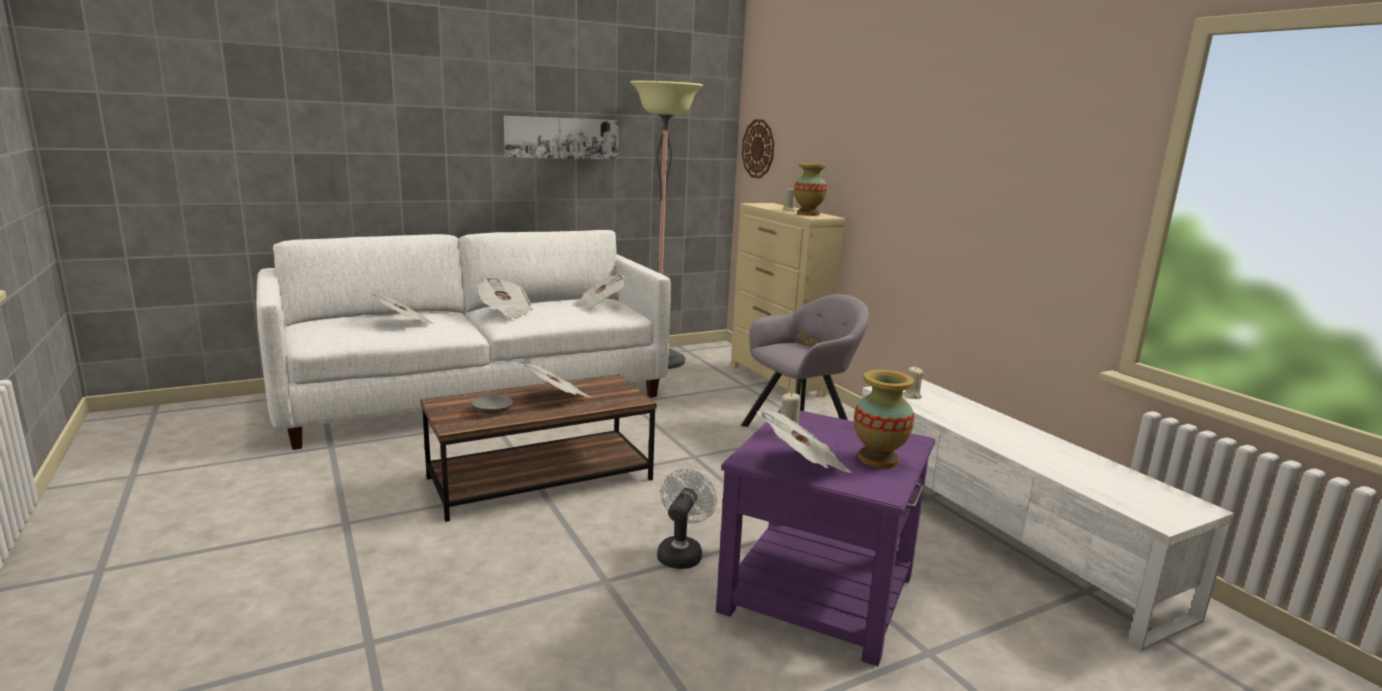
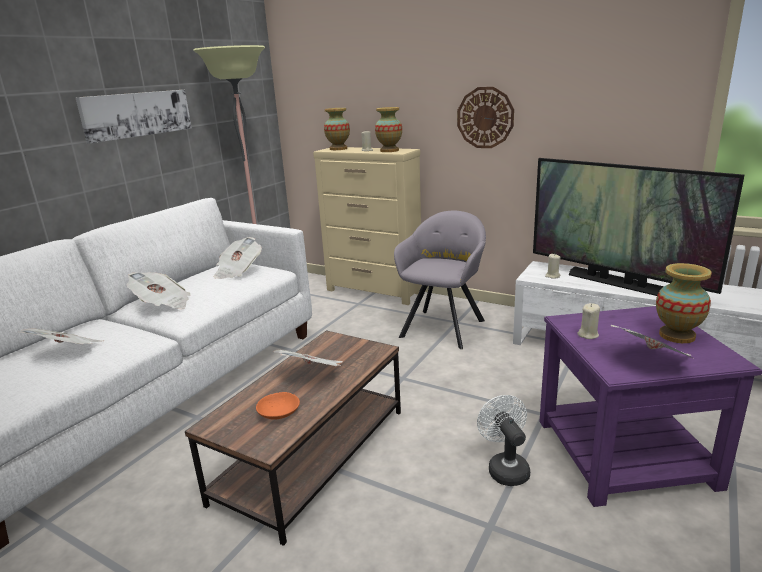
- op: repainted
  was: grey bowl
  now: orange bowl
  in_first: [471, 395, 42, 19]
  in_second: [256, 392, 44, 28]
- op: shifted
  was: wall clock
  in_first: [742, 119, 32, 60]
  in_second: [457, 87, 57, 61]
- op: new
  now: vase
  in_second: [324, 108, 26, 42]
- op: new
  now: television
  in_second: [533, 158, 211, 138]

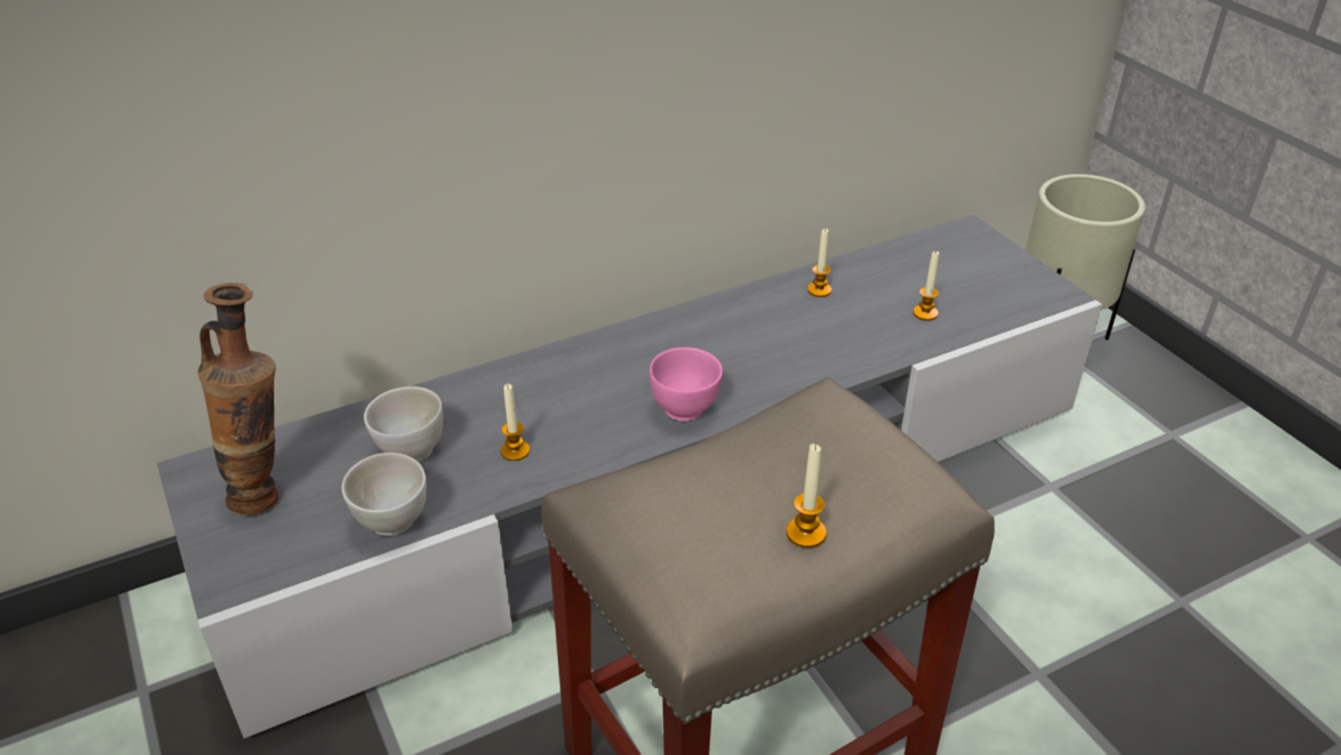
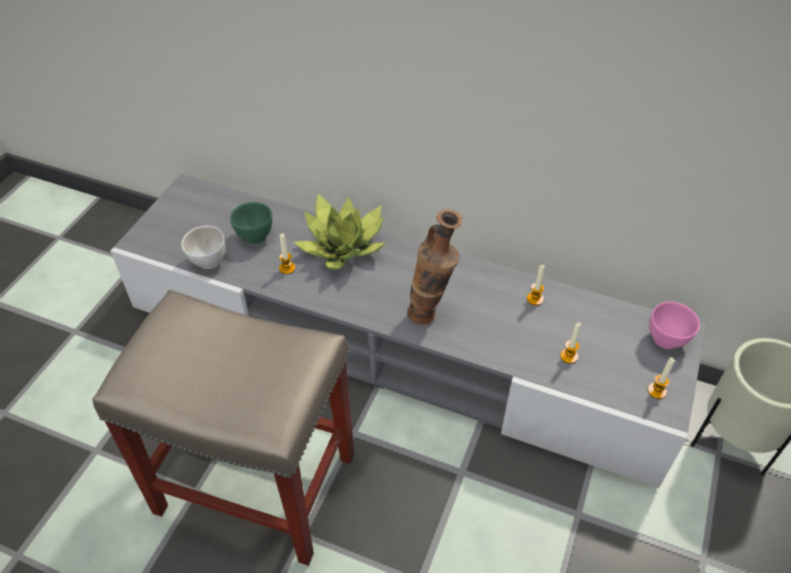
- op: shifted
  was: vase
  in_first: [198, 283, 80, 231]
  in_second: [407, 210, 56, 115]
- op: repainted
  was: white bowl
  now: green bowl
  in_first: [364, 386, 79, 76]
  in_second: [230, 202, 42, 42]
- op: shifted
  was: pink bowl
  in_first: [650, 347, 73, 74]
  in_second: [649, 302, 51, 47]
- op: shifted
  was: candle
  in_first: [786, 444, 41, 104]
  in_second: [648, 357, 26, 42]
- op: new
  now: potted plant
  in_second: [294, 193, 92, 77]

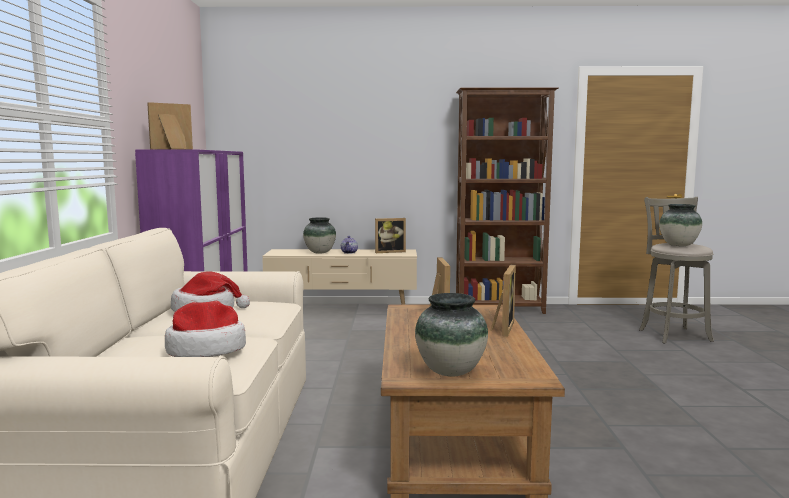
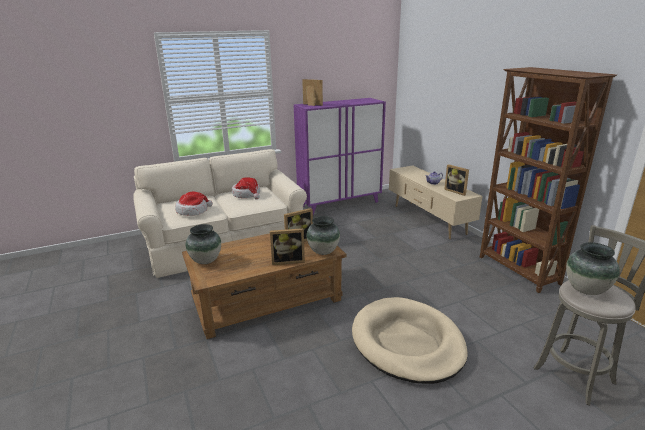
- op: shifted
  was: vase
  in_first: [303, 217, 33, 36]
  in_second: [307, 216, 33, 39]
- op: new
  now: beige dog bed
  in_second: [352, 297, 116, 87]

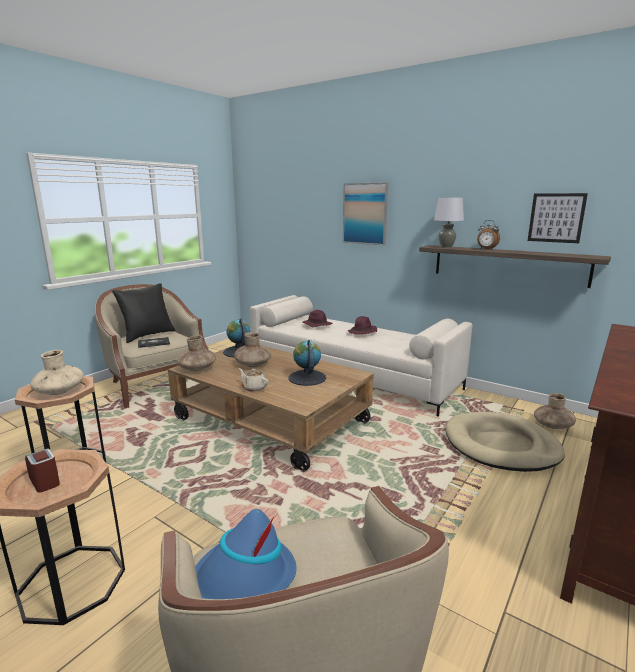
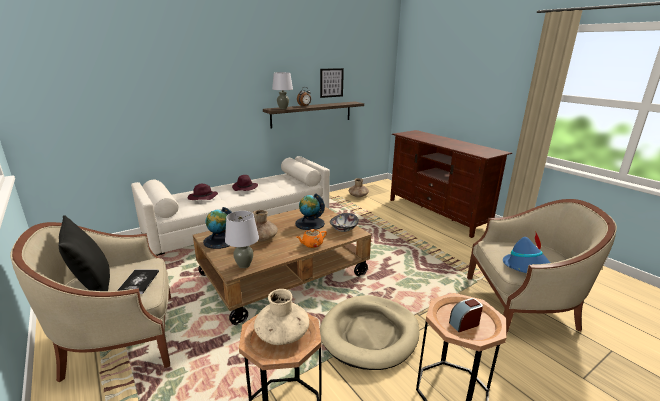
- op: swapped
  was: brown vase
  now: grey table lamp
  in_first: [177, 335, 39, 36]
  in_second: [225, 211, 34, 57]
- op: repainted
  was: beige teapot
  now: orange teapot
  in_first: [239, 368, 29, 23]
  in_second: [297, 229, 30, 19]
- op: gone
  was: picture
  in_first: [343, 183, 45, 62]
- op: shifted
  was: beige dog bed
  in_first: [446, 412, 119, 60]
  in_second: [320, 295, 99, 75]
- op: new
  now: bowl
  in_second: [330, 213, 29, 19]

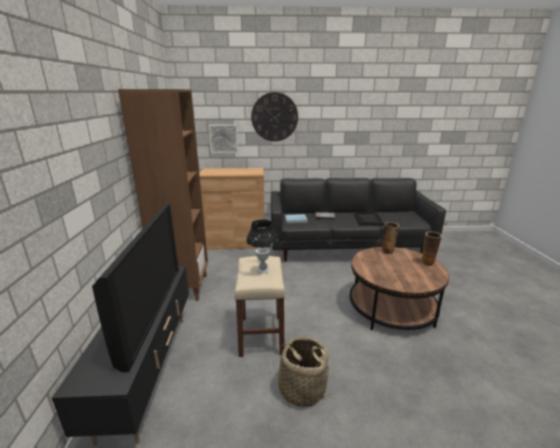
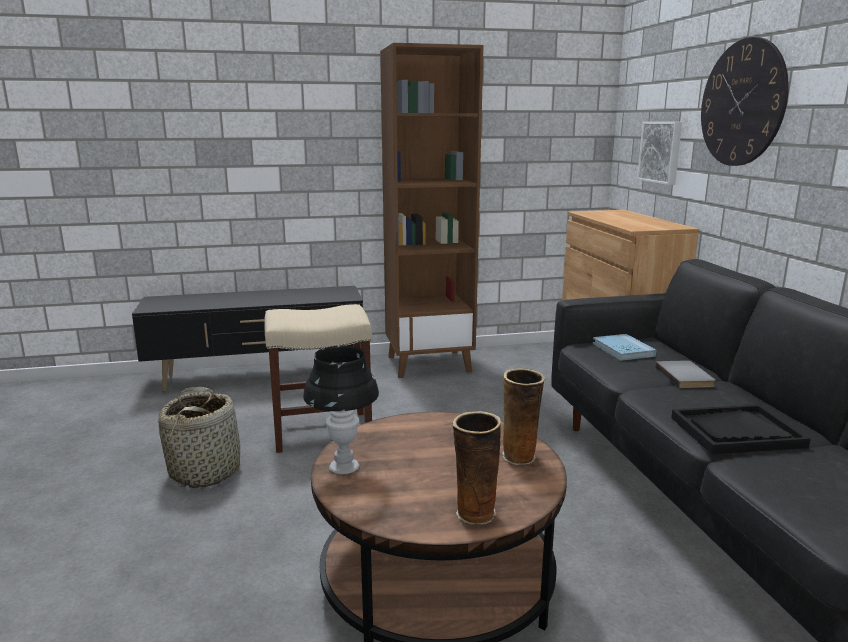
- op: gone
  was: television
  in_first: [92, 204, 87, 168]
- op: shifted
  was: black table lamp
  in_first: [247, 219, 31, 55]
  in_second: [303, 345, 76, 130]

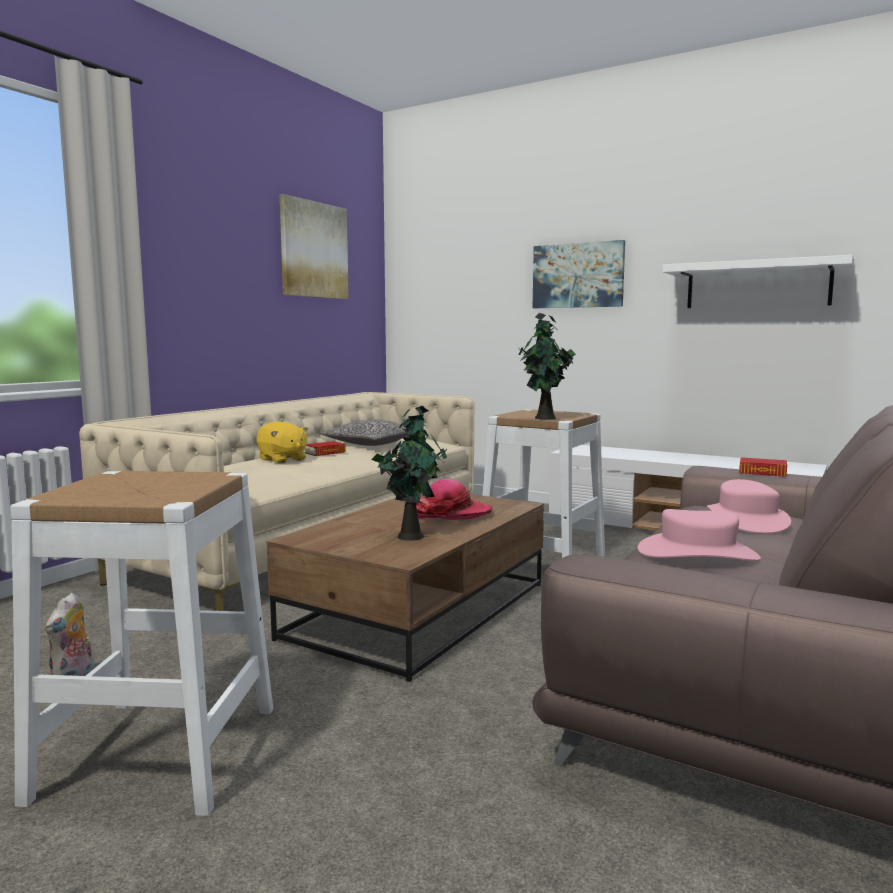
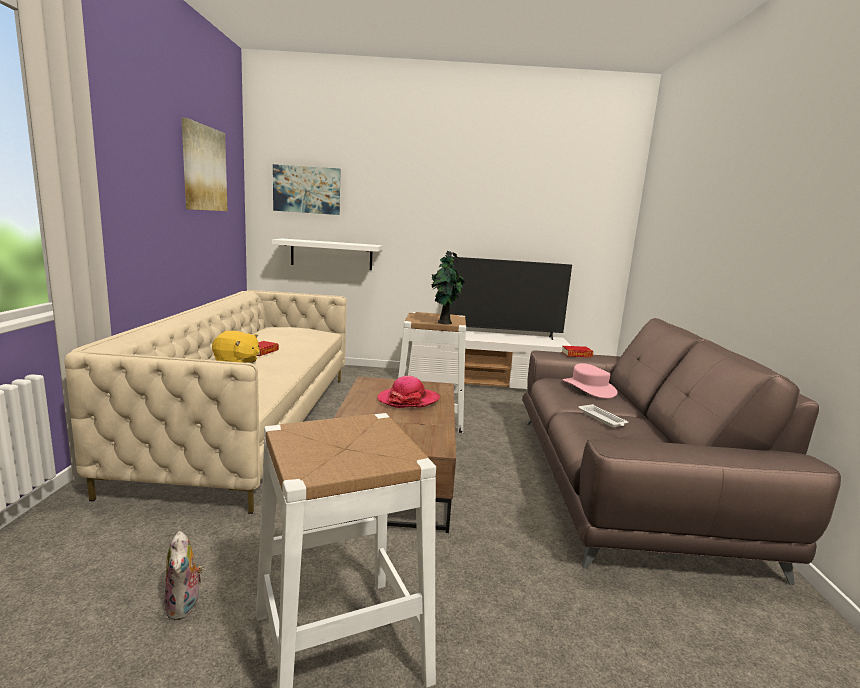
- op: gone
  was: pillow
  in_first: [320, 419, 87, 27]
- op: gone
  was: potted plant
  in_first: [371, 406, 76, 135]
- op: shifted
  was: picture
  in_first: [533, 240, 92, 68]
  in_second: [273, 164, 68, 51]
- op: swapped
  was: pink hat
  now: white tray
  in_first: [638, 509, 123, 52]
  in_second: [578, 404, 50, 23]
- op: shifted
  was: white shelf
  in_first: [663, 255, 191, 53]
  in_second: [272, 239, 110, 31]
- op: new
  now: television
  in_second: [449, 257, 123, 83]

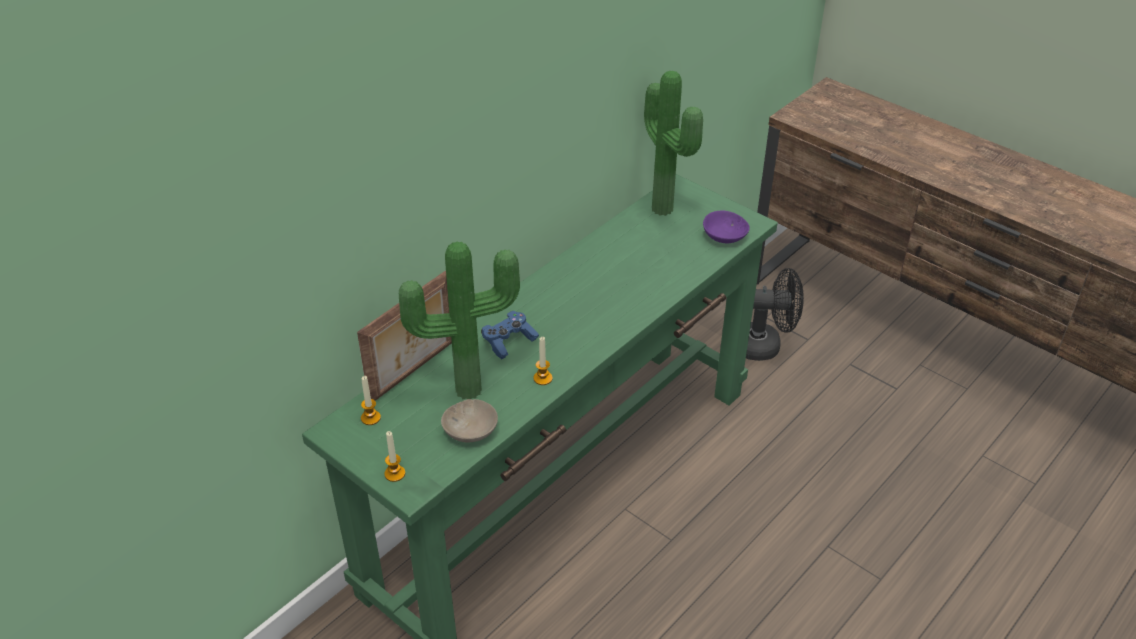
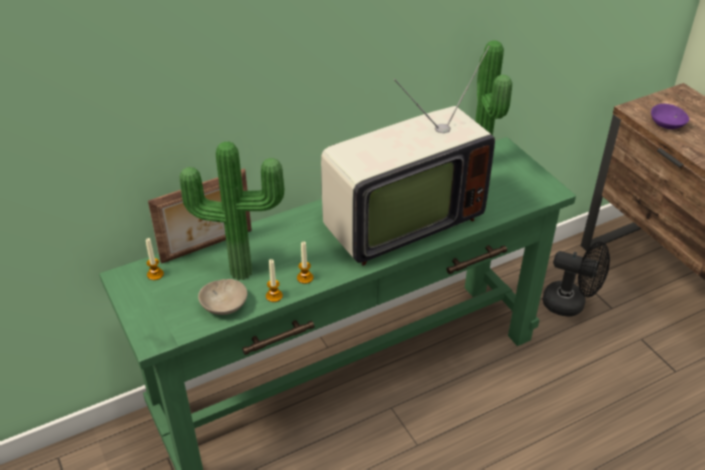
- op: shifted
  was: candle
  in_first: [384, 431, 21, 51]
  in_second: [266, 259, 17, 43]
- op: gone
  was: blue game controller
  in_first: [481, 311, 58, 48]
- op: shifted
  was: purple bowl
  in_first: [703, 211, 47, 32]
  in_second: [651, 104, 38, 25]
- op: new
  now: television
  in_second: [321, 46, 174, 220]

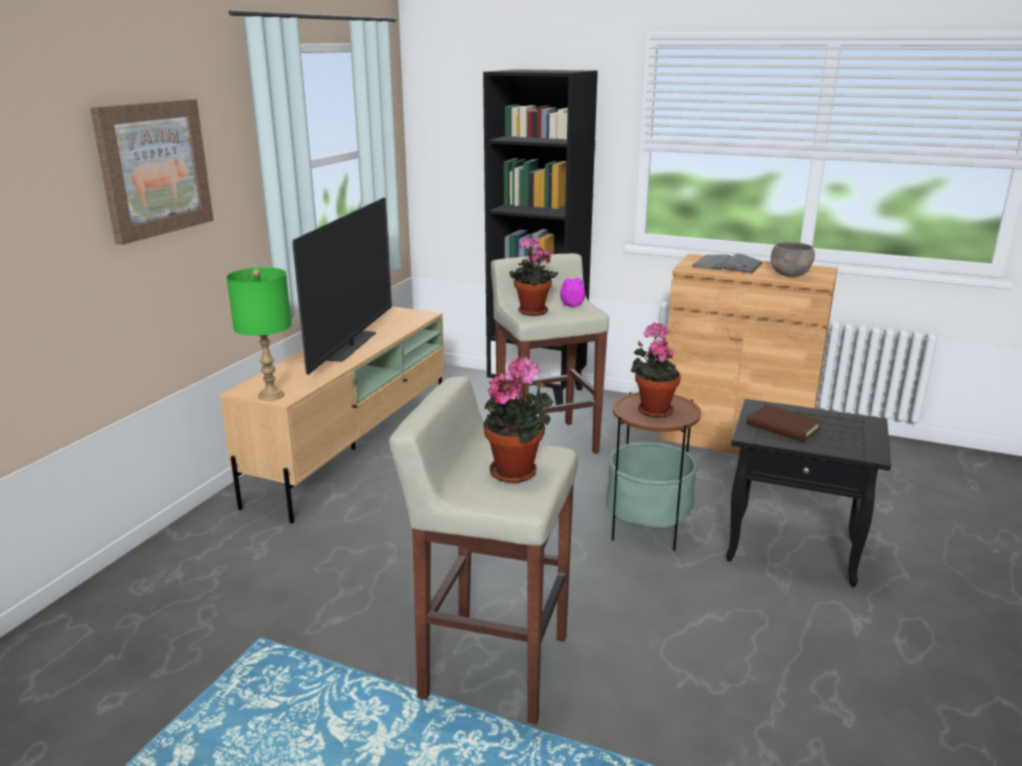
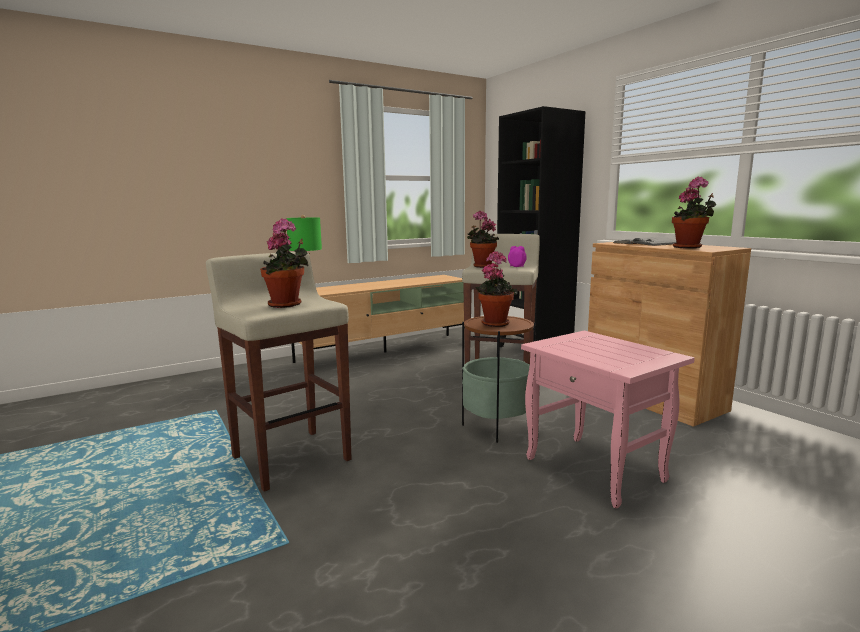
- op: gone
  was: picture
  in_first: [90, 99, 124, 146]
- op: gone
  was: television
  in_first: [292, 197, 100, 178]
- op: repainted
  was: black side table
  now: pink side table
  in_first: [726, 399, 165, 188]
  in_second: [521, 331, 174, 177]
- op: gone
  was: brown book
  in_first: [747, 404, 75, 38]
- op: swapped
  was: grey bowl
  now: potted plant
  in_first: [771, 242, 44, 35]
  in_second: [672, 176, 44, 73]

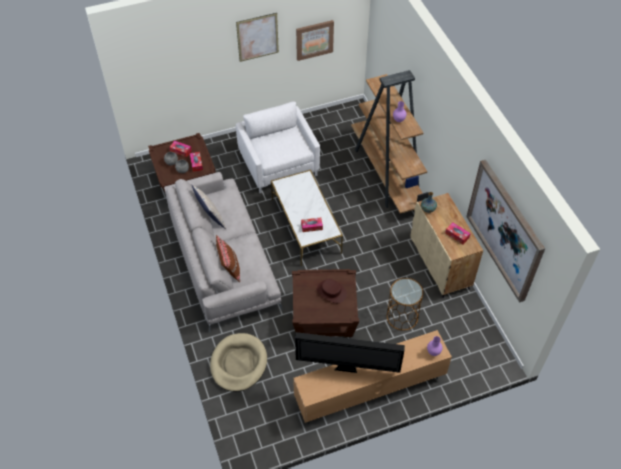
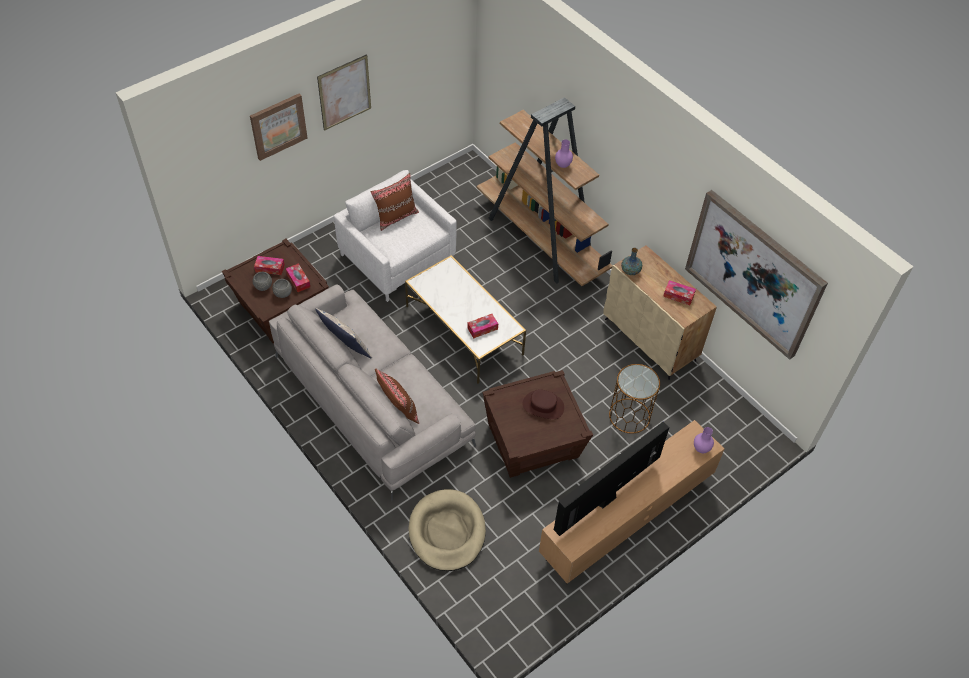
- op: rotated
  was: television
  in_first: [295, 332, 110, 41]
  in_second: [554, 422, 115, 114]
  clockwise: 150
- op: shifted
  was: picture
  in_first: [296, 20, 38, 41]
  in_second: [250, 94, 57, 67]
- op: new
  now: brown pillow
  in_second: [370, 173, 49, 58]

